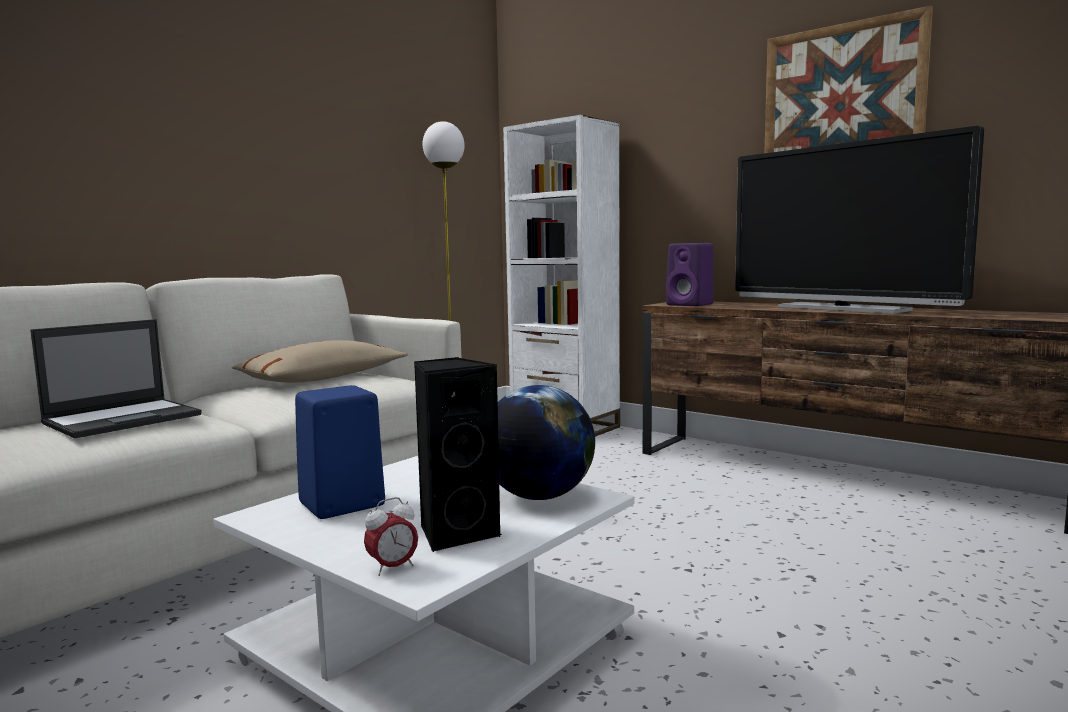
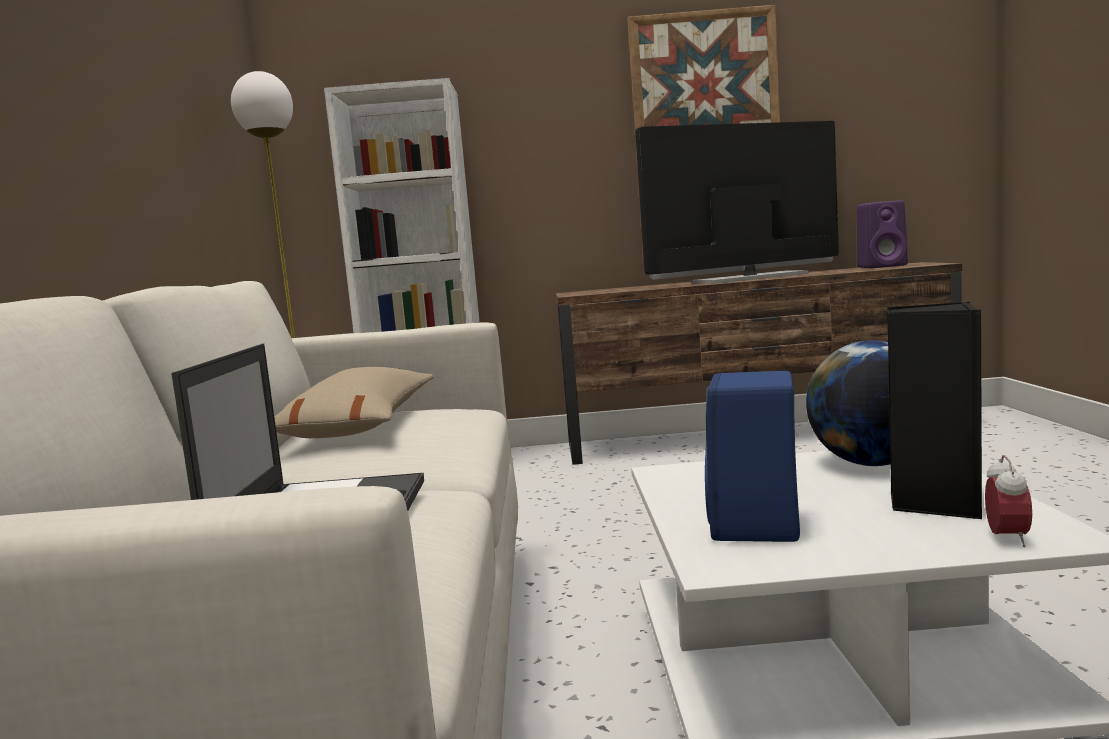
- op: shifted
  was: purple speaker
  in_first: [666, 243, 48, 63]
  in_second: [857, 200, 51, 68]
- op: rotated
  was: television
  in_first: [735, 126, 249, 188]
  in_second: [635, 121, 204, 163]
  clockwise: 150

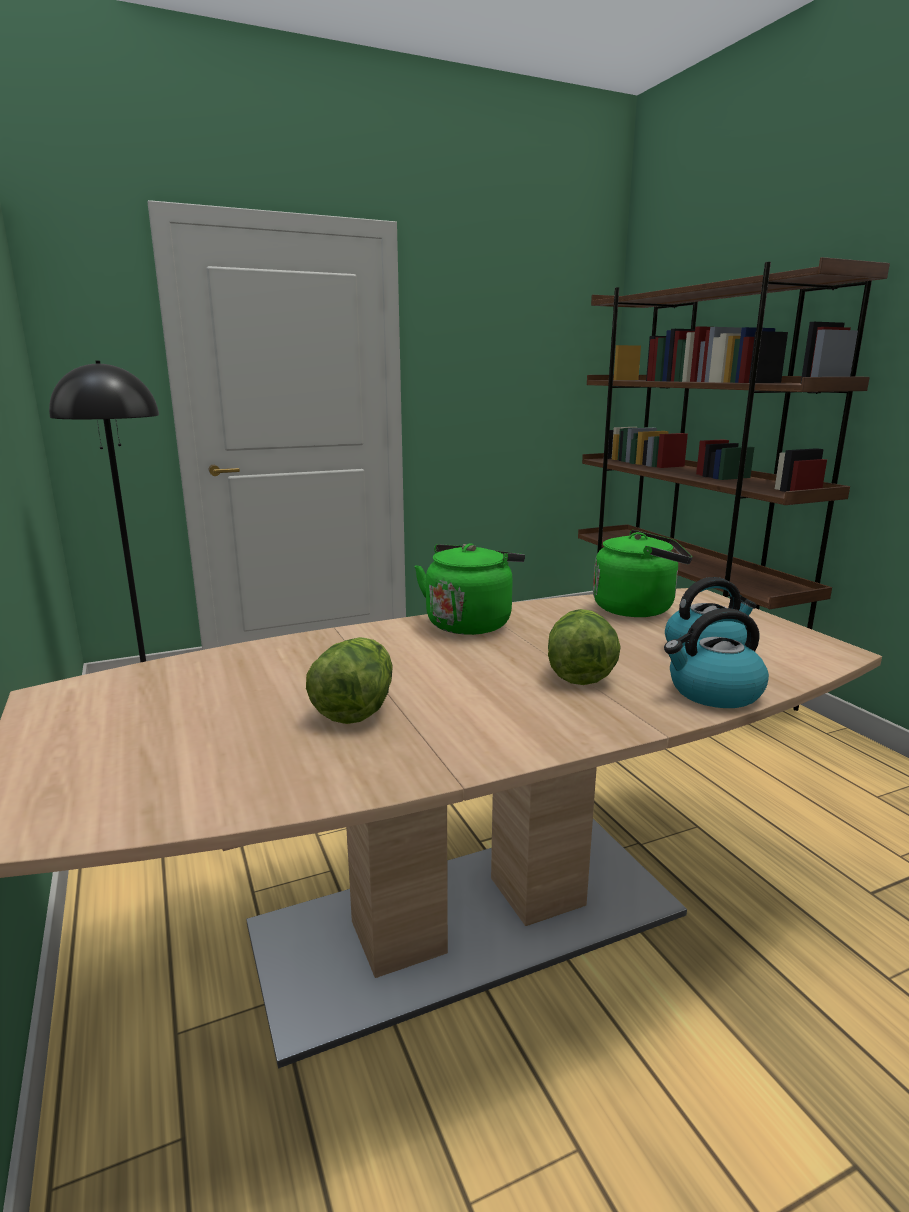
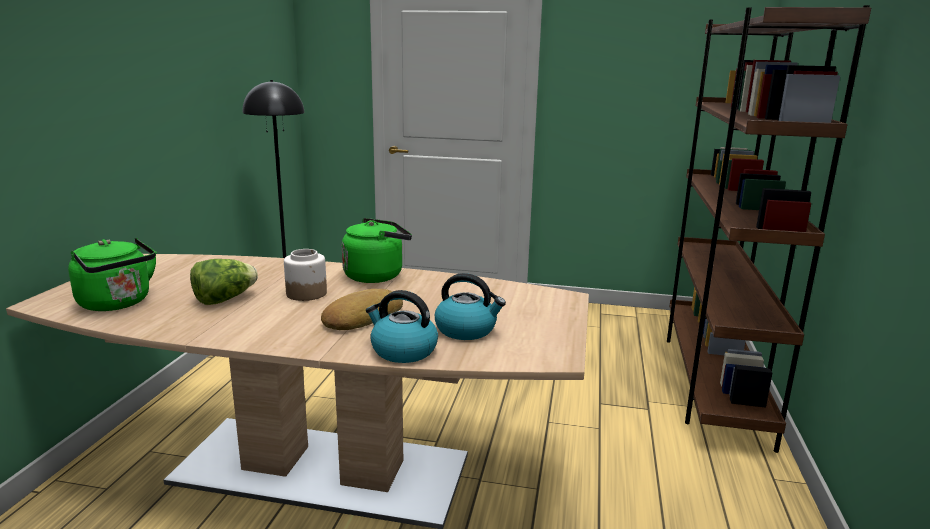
- op: swapped
  was: lettuce
  now: bread
  in_first: [548, 609, 73, 76]
  in_second: [321, 289, 82, 41]
- op: shifted
  was: green kettle
  in_first: [593, 530, 99, 87]
  in_second: [68, 238, 89, 73]
- op: new
  now: jar
  in_second: [284, 249, 43, 52]

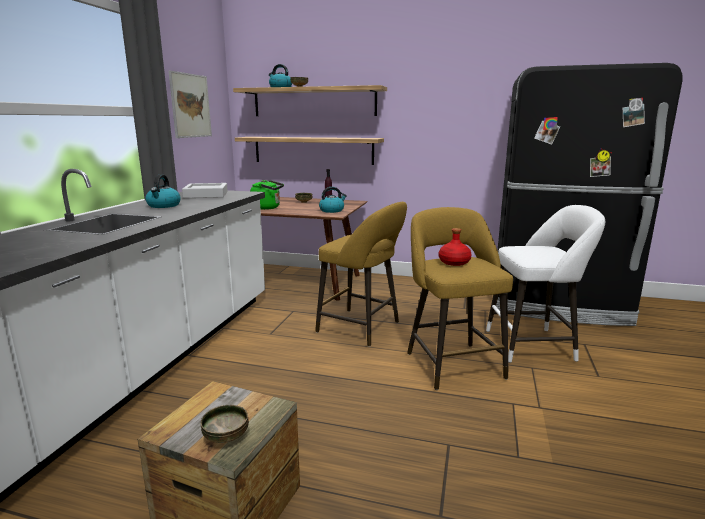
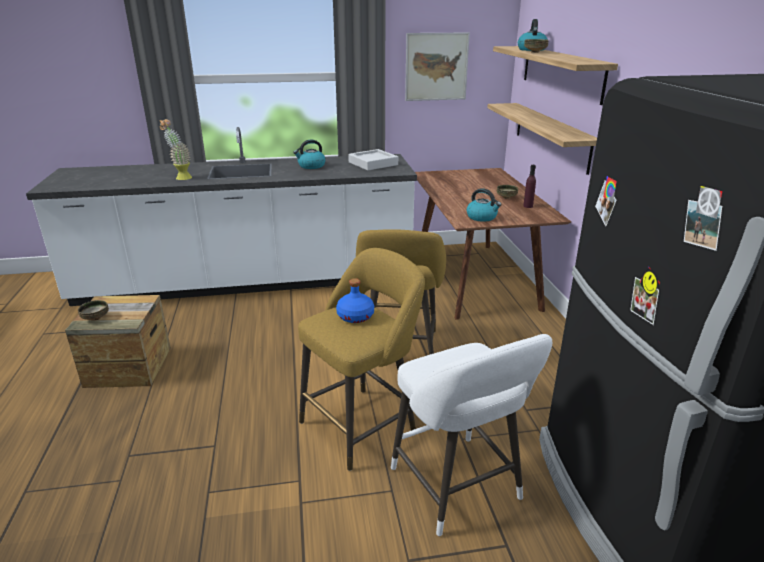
- op: gone
  was: green kettle
  in_first: [250, 180, 34, 30]
- op: repainted
  was: red bottle
  now: blue bottle
  in_first: [439, 228, 33, 38]
  in_second: [336, 278, 38, 45]
- op: new
  now: potted plant
  in_second: [160, 119, 32, 61]

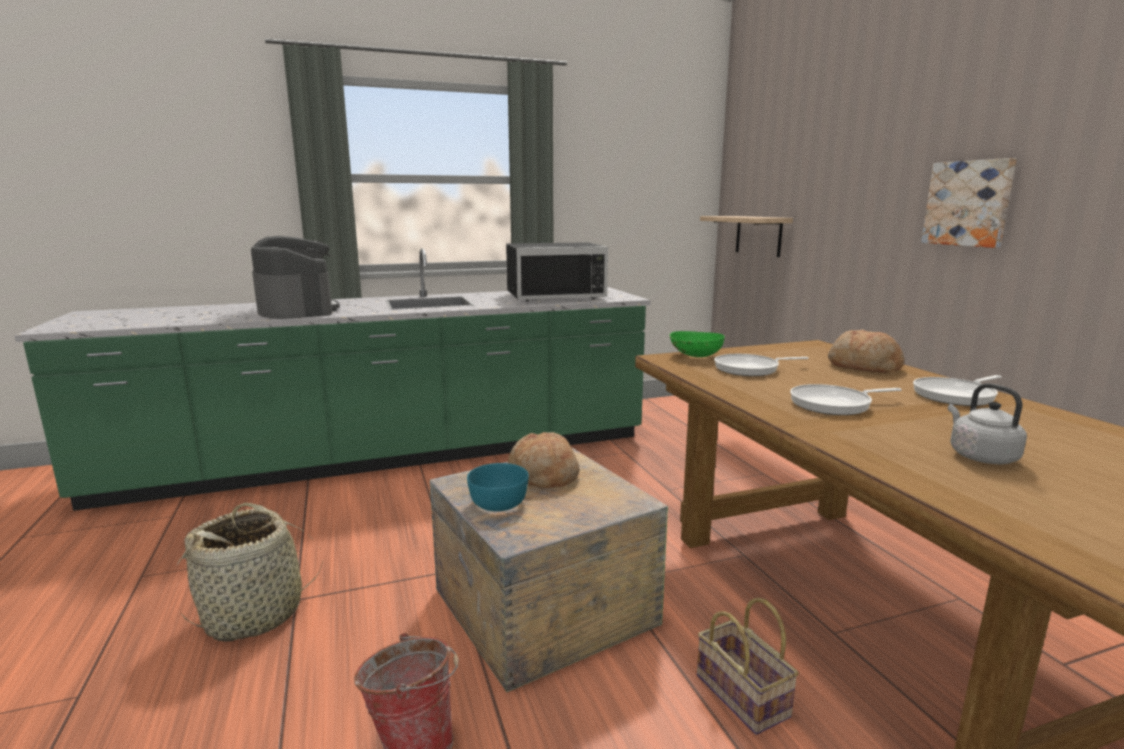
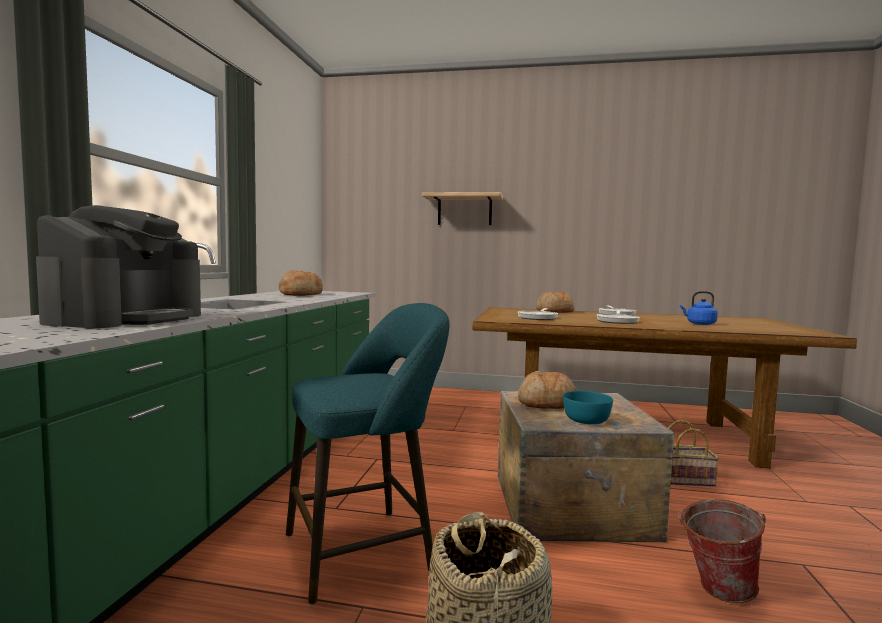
- op: rotated
  was: coffee machine
  in_first: [251, 236, 89, 83]
  in_second: [36, 205, 165, 123]
  clockwise: 105
- op: swapped
  was: black microwave
  now: bread
  in_first: [506, 242, 102, 60]
  in_second: [279, 270, 44, 26]
- op: gone
  was: green bowl
  in_first: [670, 331, 55, 26]
- op: shifted
  was: shelf
  in_first: [700, 216, 93, 41]
  in_second: [422, 192, 81, 33]
- op: gone
  was: picture
  in_first: [921, 158, 96, 90]
- op: repainted
  was: grey kettle
  now: blue kettle
  in_first: [948, 383, 79, 81]
  in_second: [680, 291, 38, 34]
- op: new
  now: turquoise stool
  in_second: [286, 303, 164, 302]

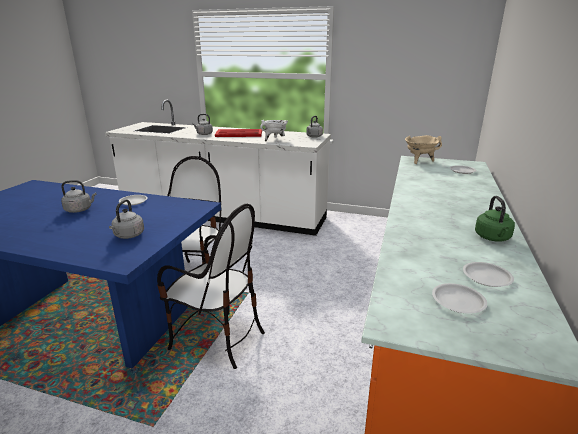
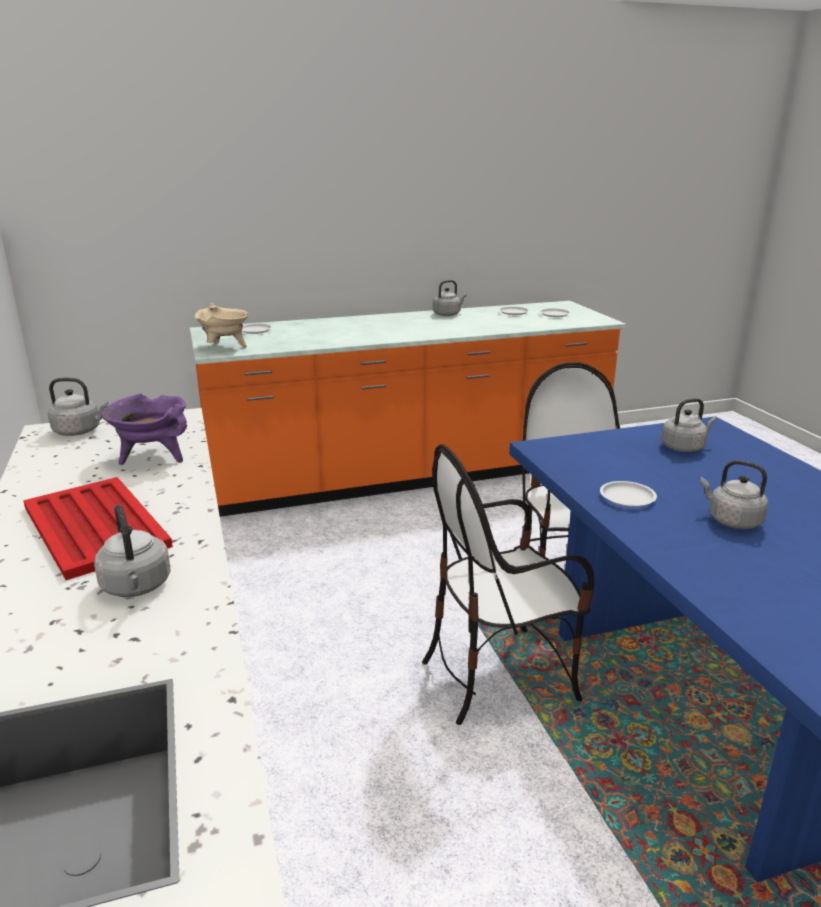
- op: repainted
  was: white cooking pot
  now: purple cooking pot
  in_first: [260, 120, 28, 22]
  in_second: [102, 394, 85, 71]
- op: repainted
  was: green kettle
  now: grey kettle
  in_first: [475, 196, 40, 46]
  in_second: [433, 280, 34, 36]

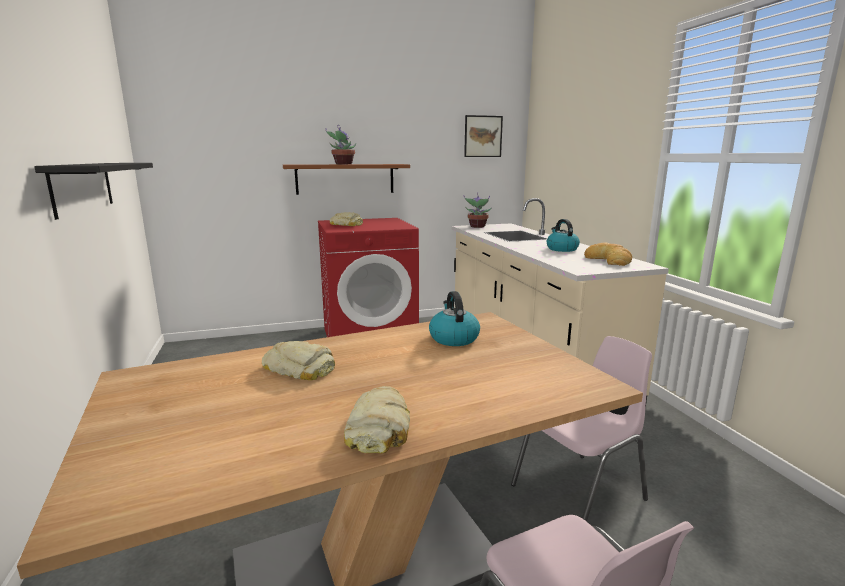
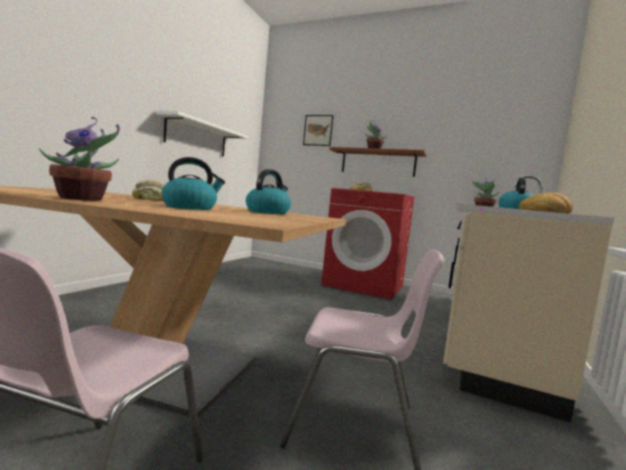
- op: repainted
  was: black shelf
  now: white shelf
  in_first: [34, 163, 119, 57]
  in_second: [156, 111, 92, 45]
- op: swapped
  was: bread
  now: potted plant
  in_first: [344, 386, 66, 67]
  in_second: [39, 117, 81, 84]
- op: shifted
  was: picture
  in_first: [464, 115, 39, 42]
  in_second: [303, 115, 31, 31]
- op: new
  now: kettle
  in_second: [161, 157, 64, 53]

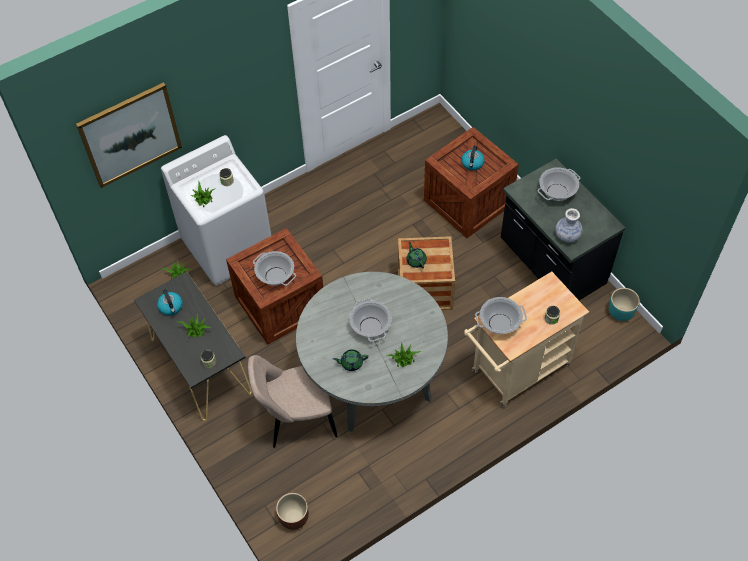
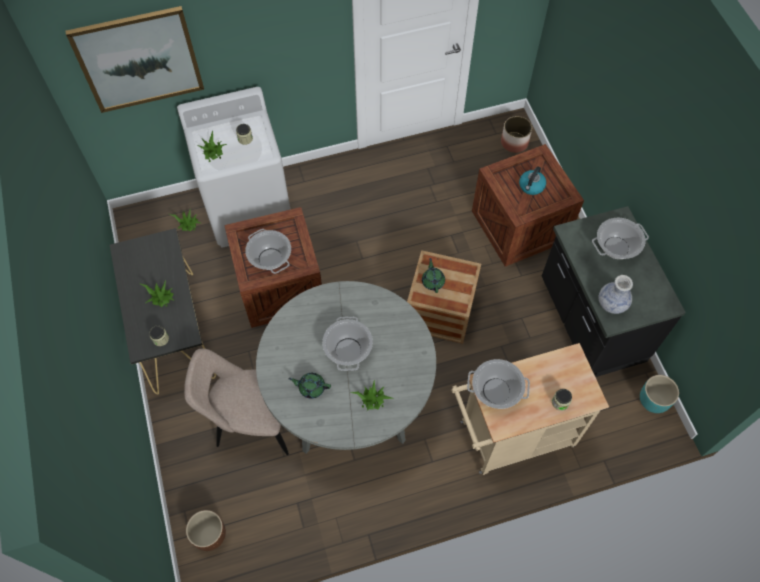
- op: gone
  was: kettle
  in_first: [157, 289, 26, 27]
- op: new
  now: planter
  in_second: [501, 116, 31, 37]

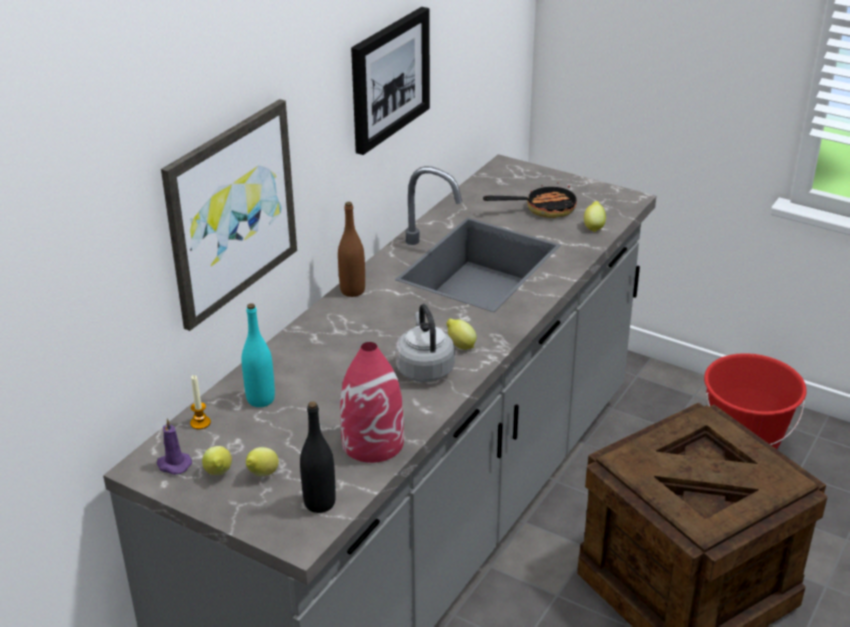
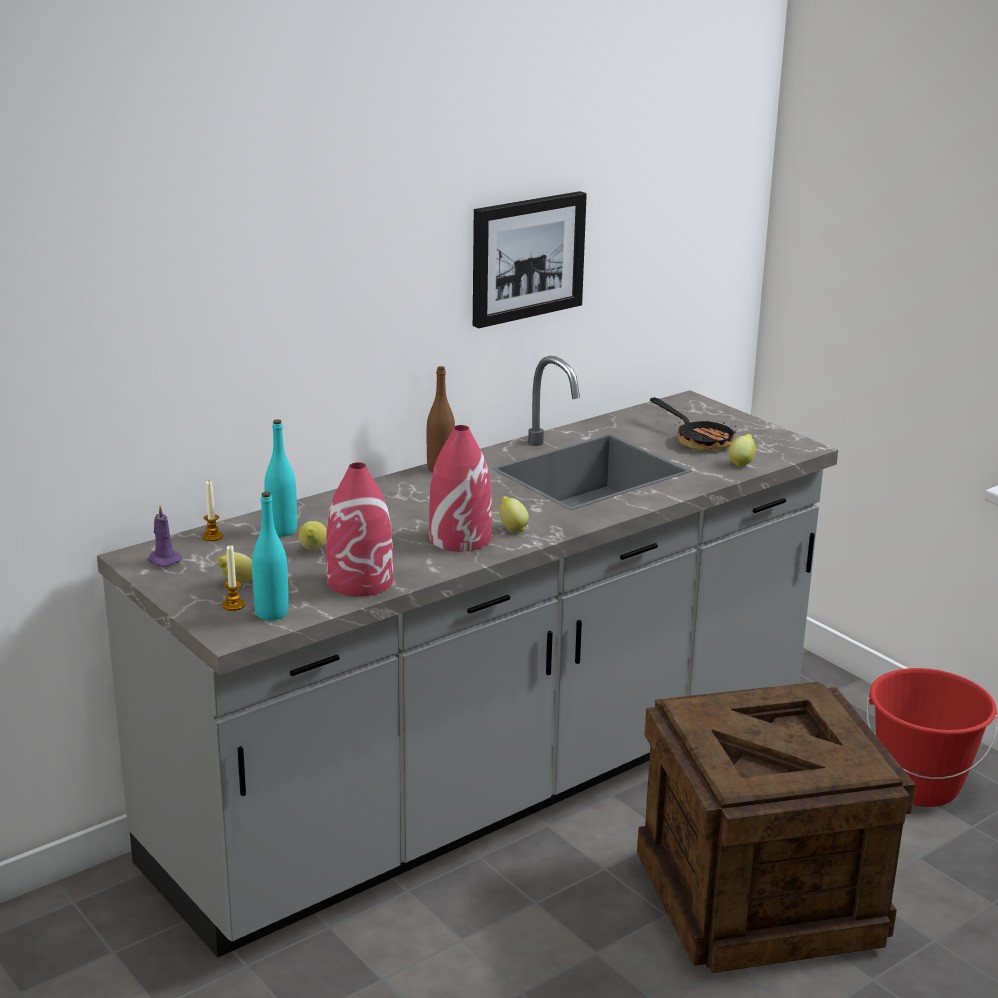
- op: gone
  was: picture
  in_first: [161, 99, 136, 232]
- op: shifted
  was: lemon
  in_first: [202, 446, 30, 29]
  in_second: [299, 521, 27, 29]
- op: repainted
  was: black bottle
  now: turquoise bottle
  in_first: [300, 401, 36, 112]
  in_second: [252, 492, 37, 128]
- op: swapped
  was: grey kettle
  now: red vase
  in_first: [395, 304, 60, 78]
  in_second: [429, 425, 63, 127]
- op: rotated
  was: frying pan
  in_first: [483, 180, 94, 38]
  in_second: [650, 398, 86, 53]
  clockwise: 45
- op: new
  now: candle
  in_second: [222, 545, 23, 66]

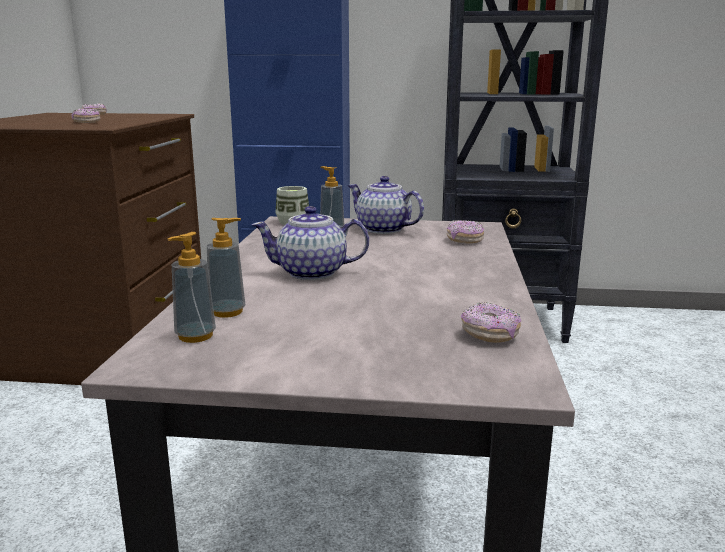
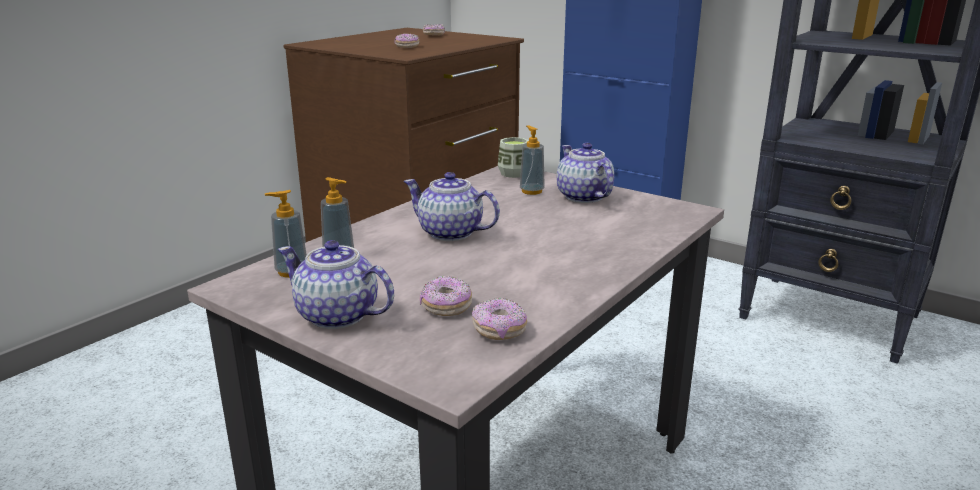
- op: shifted
  was: donut
  in_first: [447, 220, 37, 24]
  in_second: [420, 276, 52, 40]
- op: new
  now: teapot
  in_second: [277, 240, 117, 89]

